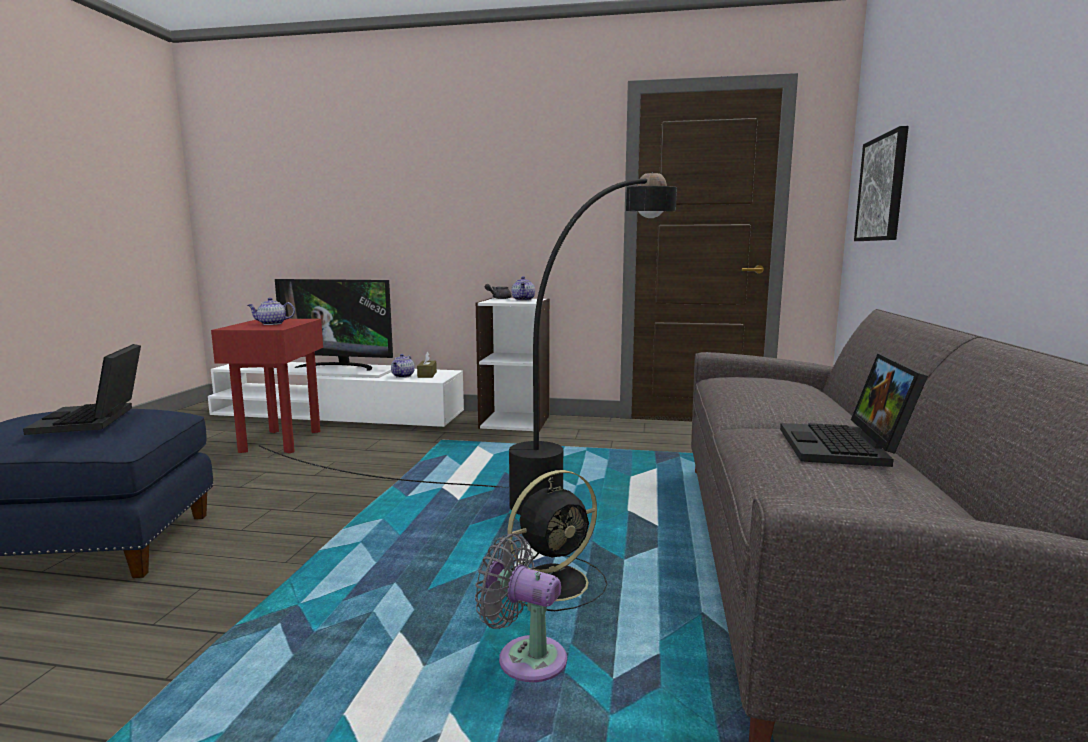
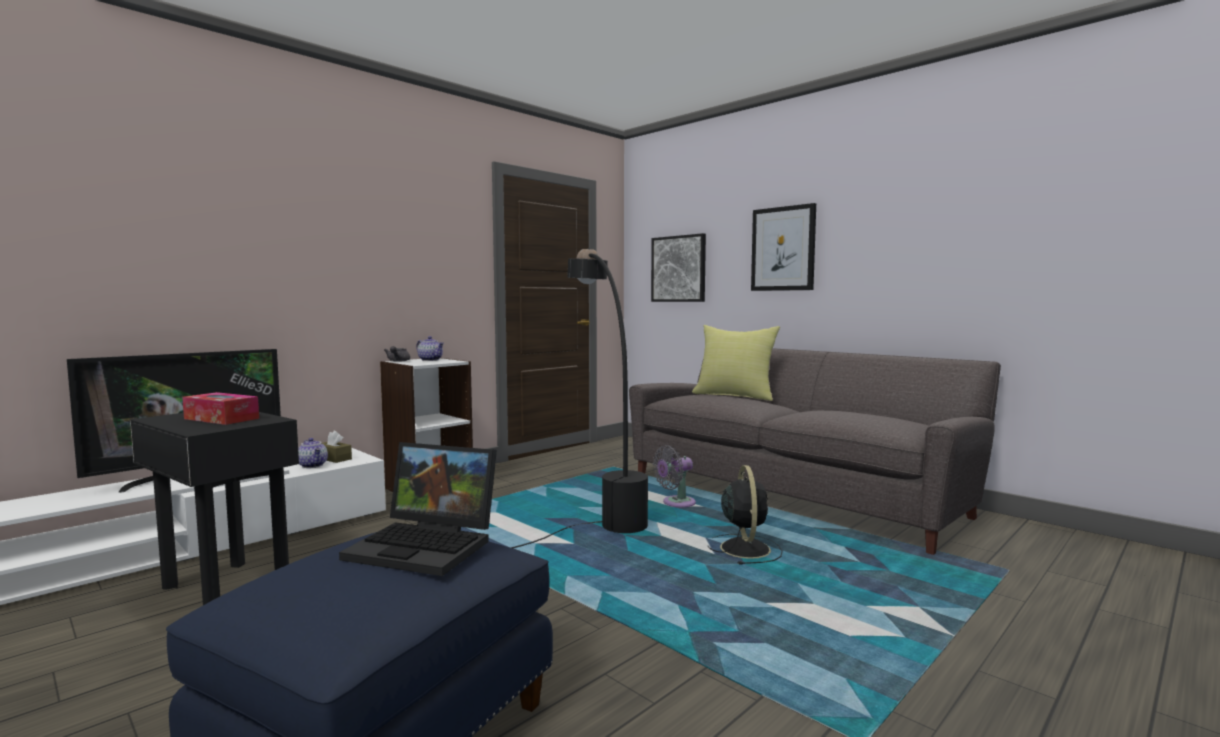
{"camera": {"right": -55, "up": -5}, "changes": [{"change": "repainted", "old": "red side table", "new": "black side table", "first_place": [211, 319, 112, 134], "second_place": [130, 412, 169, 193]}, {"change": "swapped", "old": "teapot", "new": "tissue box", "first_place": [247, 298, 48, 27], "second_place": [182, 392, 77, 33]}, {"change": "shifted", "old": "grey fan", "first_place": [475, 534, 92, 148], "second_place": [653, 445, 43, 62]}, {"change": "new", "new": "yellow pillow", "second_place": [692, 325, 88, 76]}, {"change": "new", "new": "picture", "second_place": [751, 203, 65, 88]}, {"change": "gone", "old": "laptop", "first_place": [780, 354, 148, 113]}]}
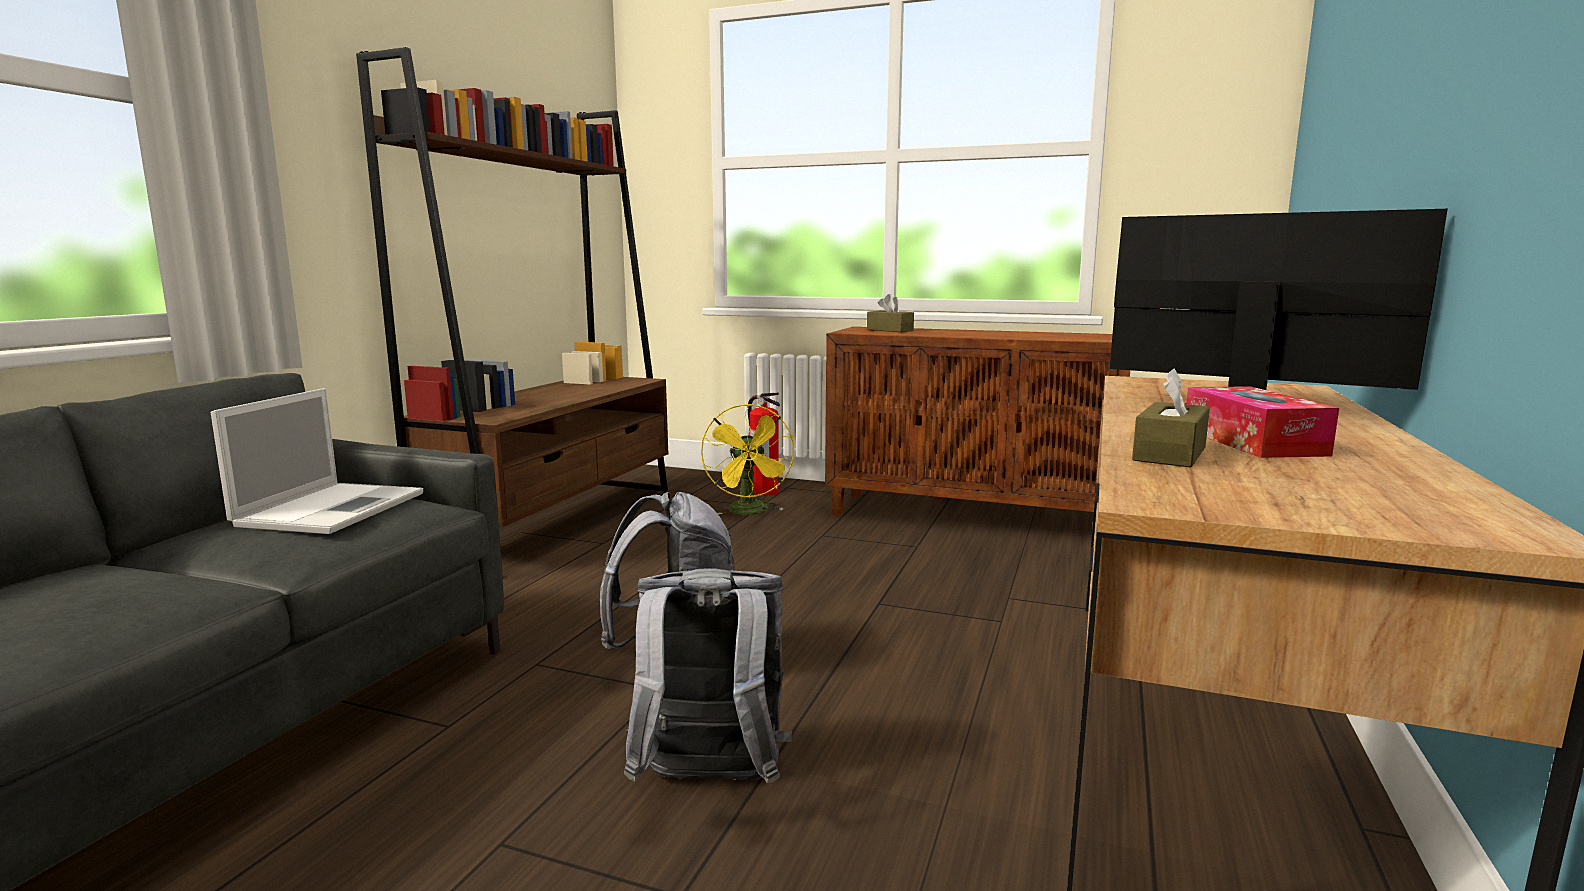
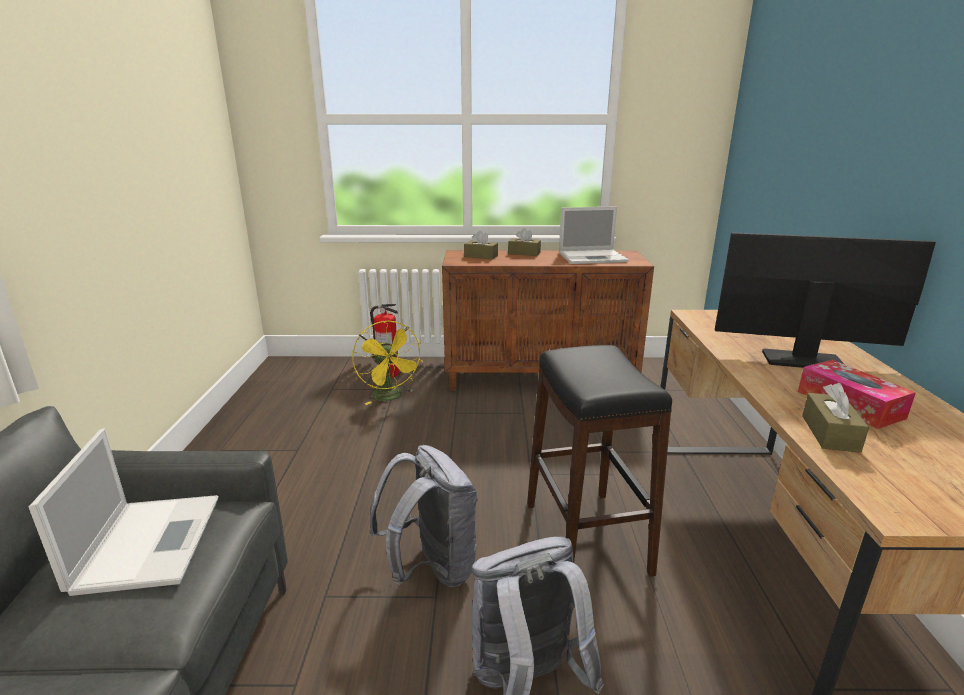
{"camera": {"right": -20, "up": 10}, "changes": [{"change": "new", "new": "brown tissue box", "second_place": [508, 228, 33, 28]}, {"change": "new", "new": "black stool", "second_place": [527, 345, 145, 232]}, {"change": "new", "new": "laptop", "second_place": [559, 206, 70, 58]}, {"change": "gone", "old": "brown bookcase", "first_place": [356, 47, 312, 480]}]}
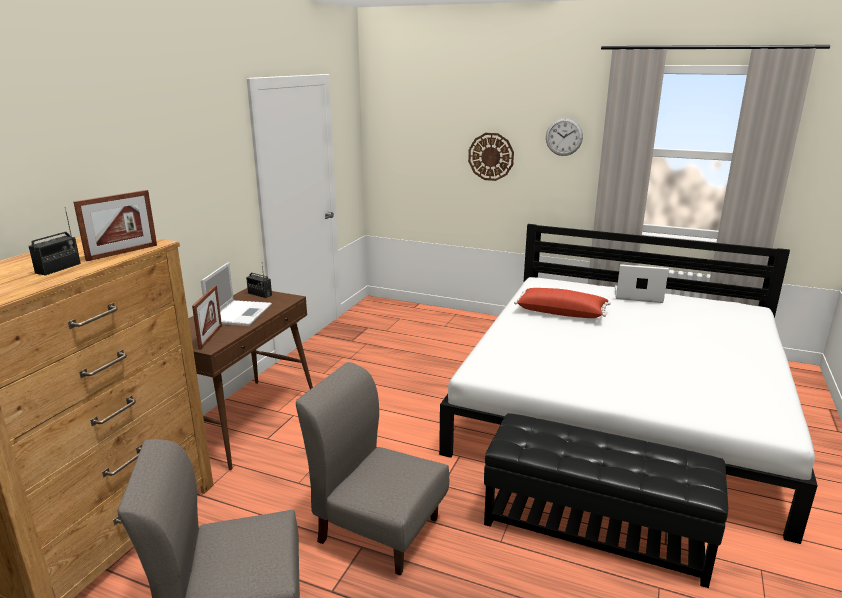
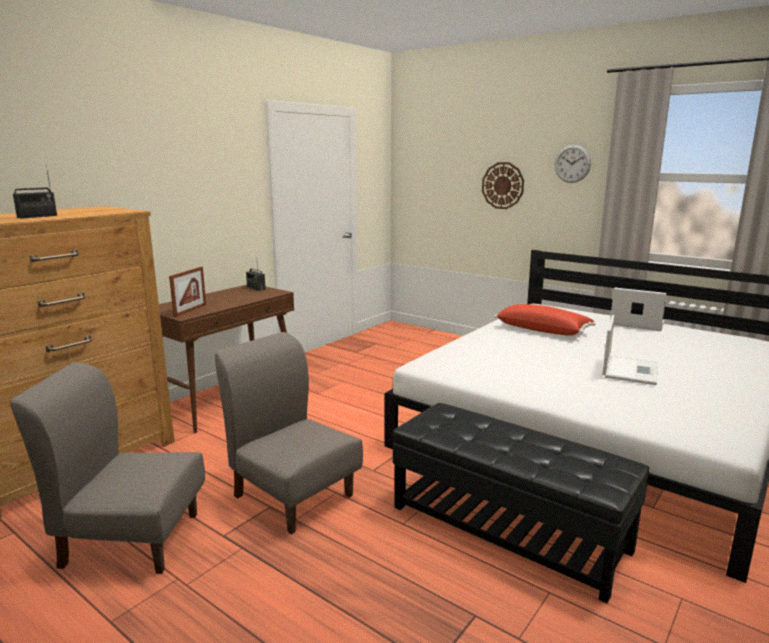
{"camera": {"right": 15, "up": -5}, "changes": [{"change": "shifted", "old": "laptop", "first_place": [201, 262, 71, 64], "second_place": [602, 315, 55, 70]}, {"change": "gone", "old": "picture frame", "first_place": [74, 190, 83, 71]}]}
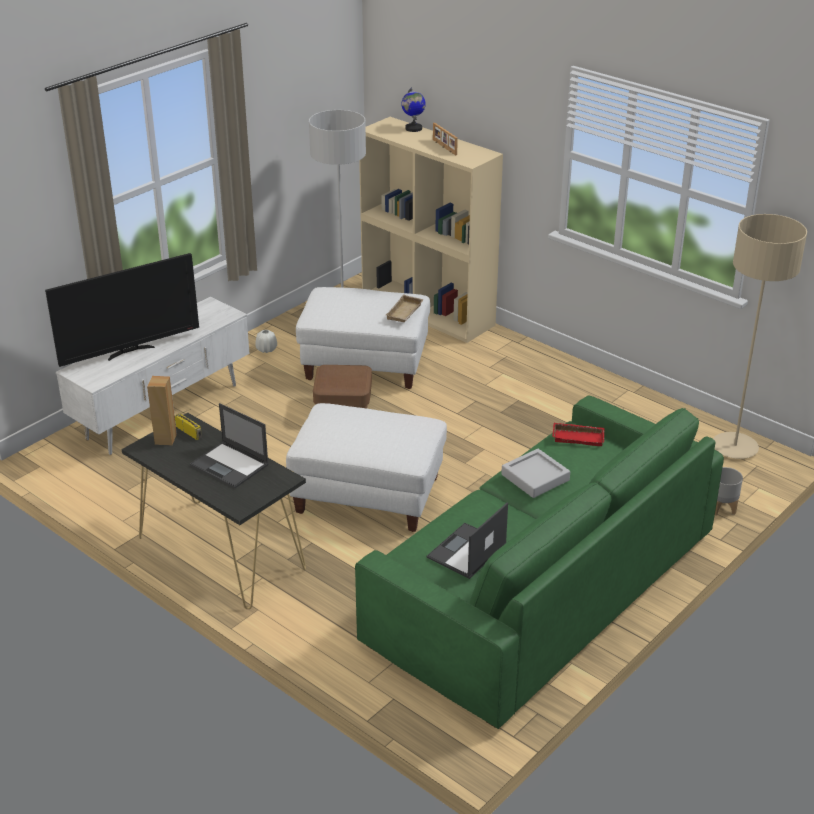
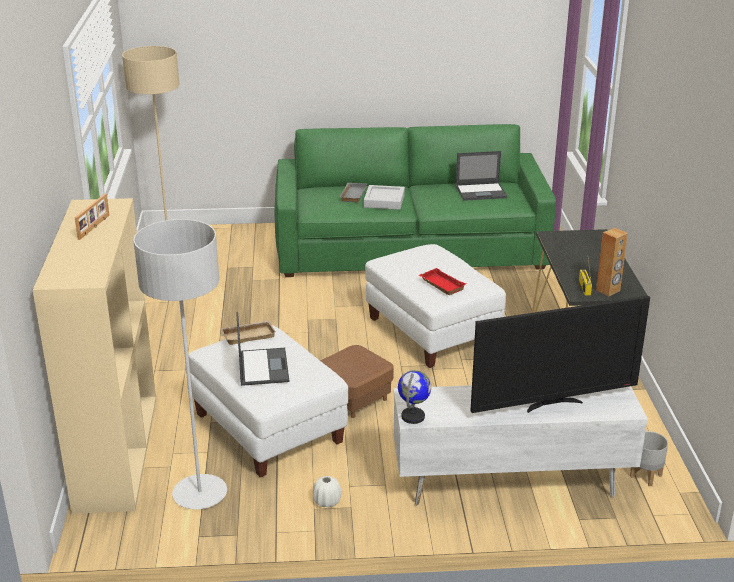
{"camera": {"right": -135, "up": -5}, "changes": [{"change": "shifted", "old": "laptop", "first_place": [190, 403, 79, 86], "second_place": [236, 312, 53, 74]}, {"change": "new", "new": "grey tray", "second_place": [340, 183, 27, 19]}, {"change": "shifted", "old": "globe", "first_place": [401, 87, 25, 45], "second_place": [398, 370, 33, 54]}, {"change": "shifted", "old": "red tray", "first_place": [552, 423, 53, 23], "second_place": [419, 268, 47, 27]}, {"change": "rotated", "old": "television", "first_place": [45, 253, 154, 114], "second_place": [470, 296, 180, 117], "degrees": 150}, {"change": "shifted", "old": "grey planter", "first_place": [715, 467, 28, 49], "second_place": [630, 431, 38, 55]}]}
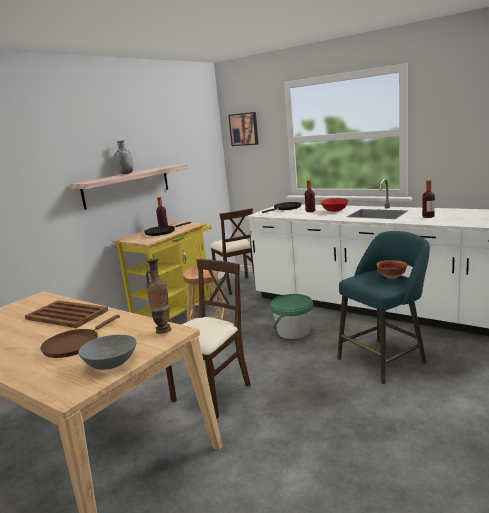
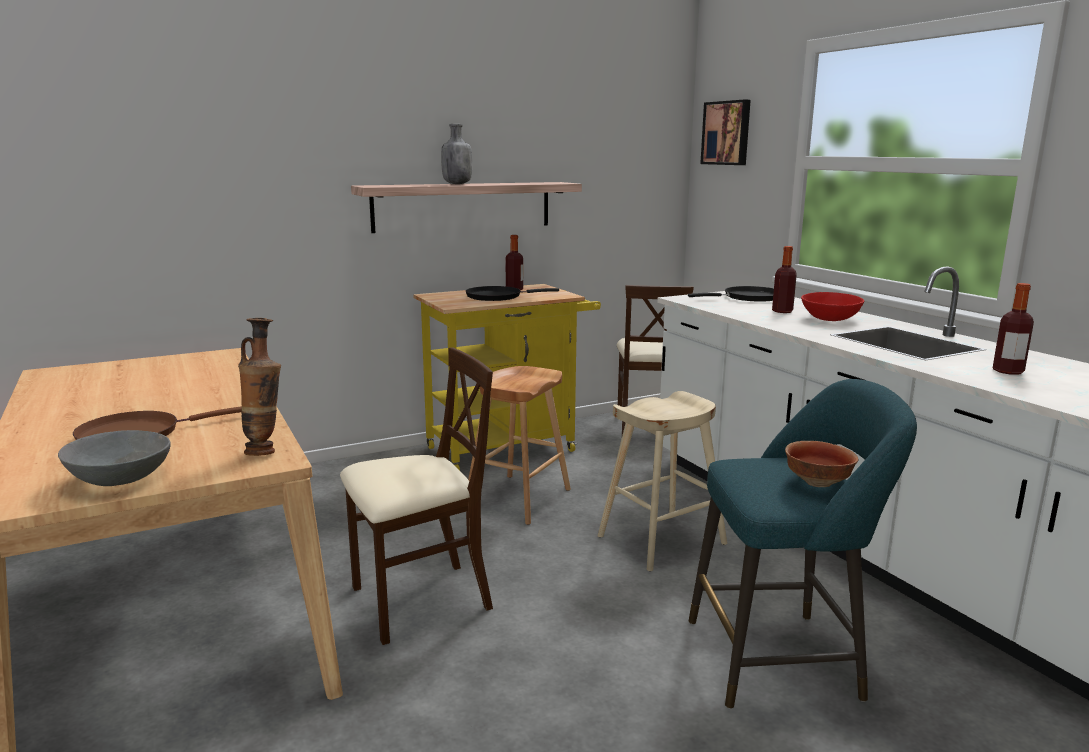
{"camera": {"right": 25, "up": 0}, "changes": [{"change": "swapped", "old": "green bucket", "new": "beige stool", "first_place": [270, 294, 43, 45], "second_place": [598, 391, 129, 181]}, {"change": "gone", "old": "brown tray", "first_place": [25, 300, 83, 28]}]}
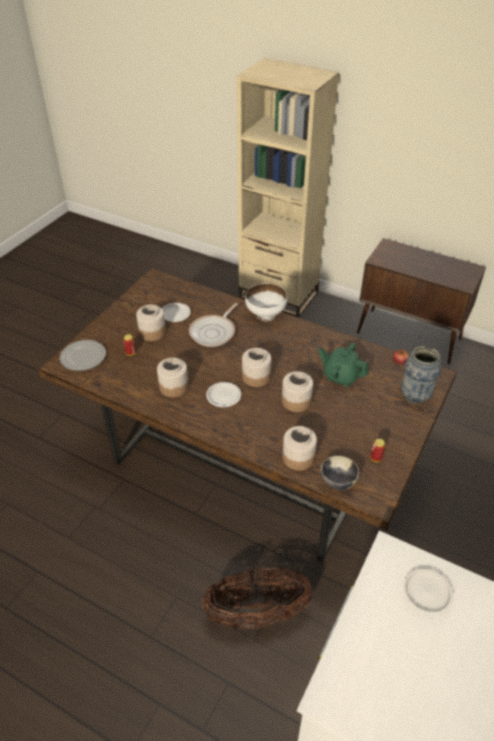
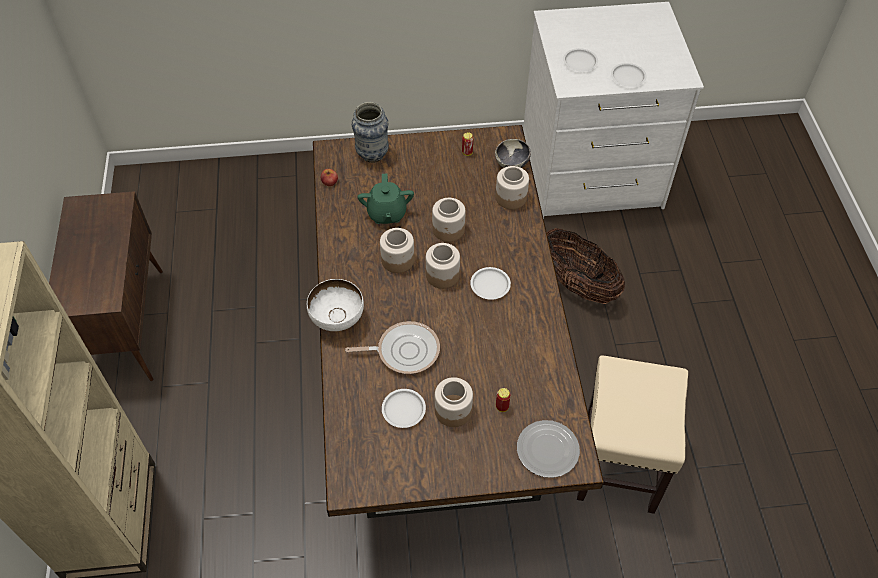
{"camera": {"right": -125, "up": 10}, "changes": [{"change": "shifted", "old": "jar", "first_place": [157, 358, 32, 40], "second_place": [380, 228, 34, 45]}, {"change": "new", "new": "beige stool", "second_place": [577, 355, 111, 159]}, {"change": "new", "new": "white plate", "second_place": [611, 63, 36, 24]}]}
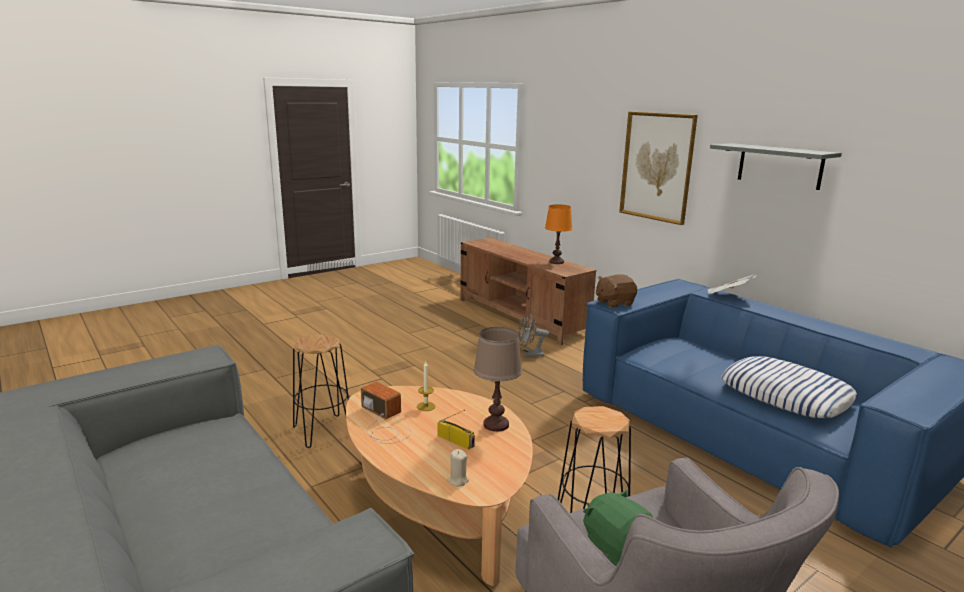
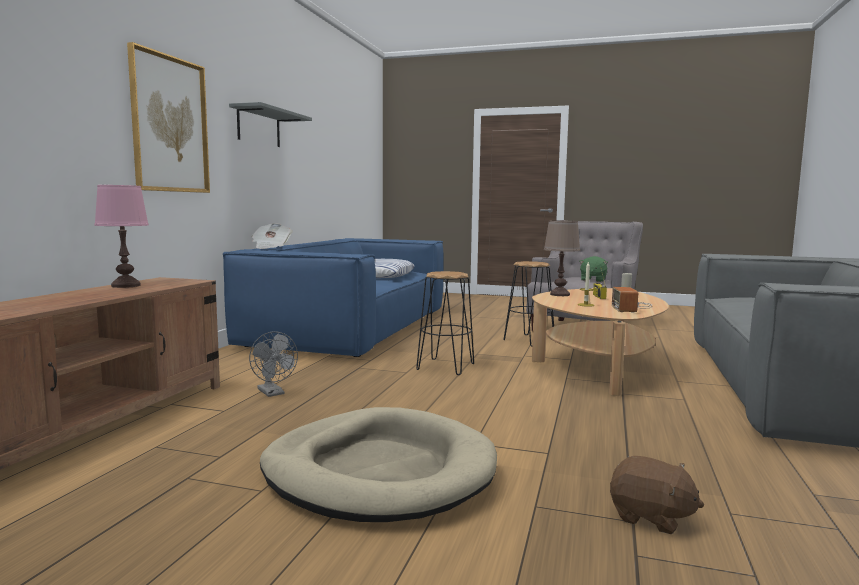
{"camera": {"right": -125, "up": -10}, "changes": [{"change": "repainted", "old": "orange table lamp", "new": "pink table lamp", "first_place": [545, 204, 27, 60], "second_place": [94, 185, 55, 103]}, {"change": "new", "new": "beige dog bed", "second_place": [260, 407, 237, 115]}, {"change": "shifted", "old": "black stool", "first_place": [293, 334, 56, 114], "second_place": [416, 271, 58, 104]}, {"change": "shifted", "old": "brown plush toy", "first_place": [596, 274, 41, 34], "second_place": [610, 456, 94, 78]}]}
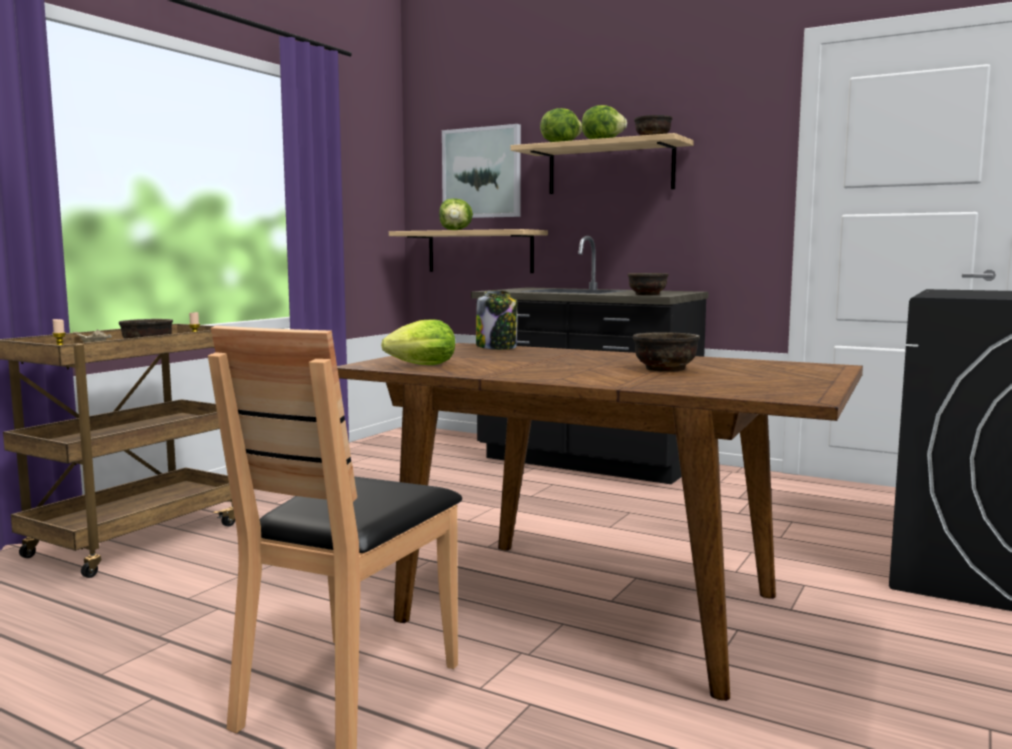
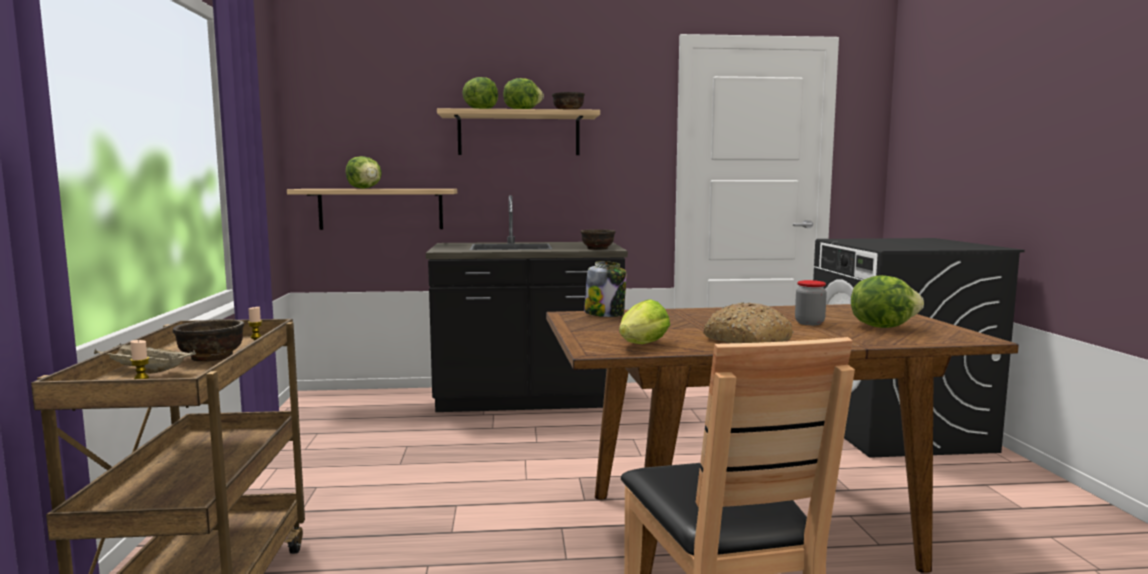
{"camera": {"right": -35, "up": 0}, "changes": [{"change": "new", "new": "bread", "second_place": [703, 303, 91, 40]}, {"change": "swapped", "old": "brown bowl", "new": "jar", "first_place": [633, 332, 67, 40], "second_place": [795, 280, 32, 45]}, {"change": "new", "new": "lettuce", "second_place": [851, 275, 73, 53]}, {"change": "gone", "old": "picture", "first_place": [442, 124, 79, 94]}]}
